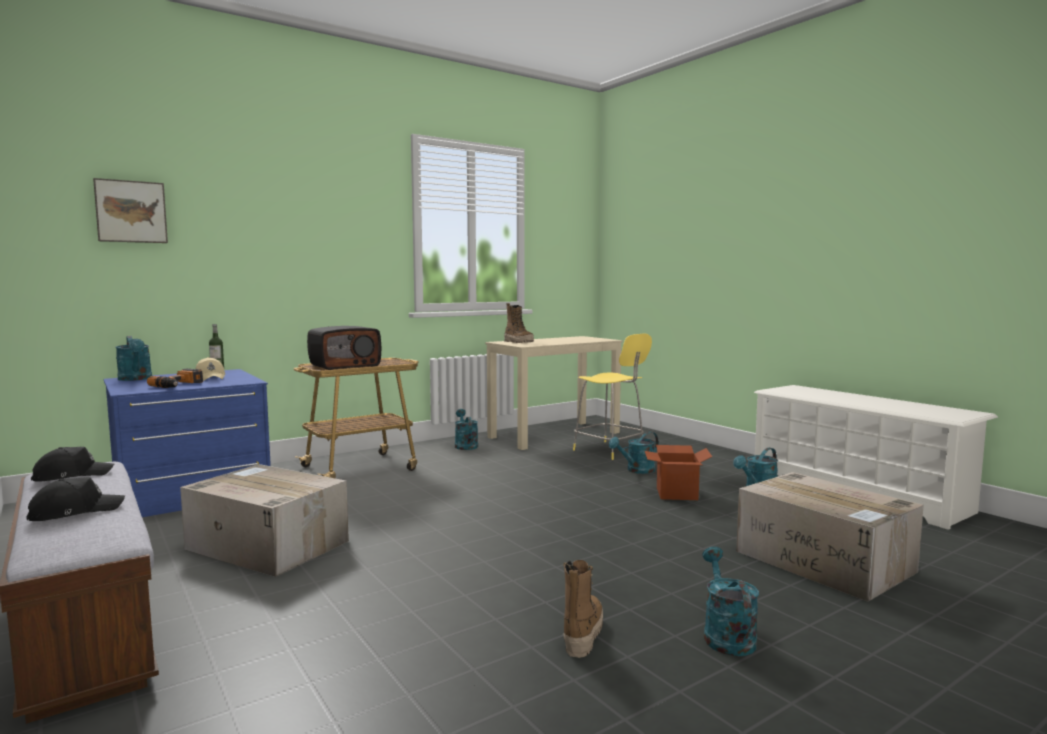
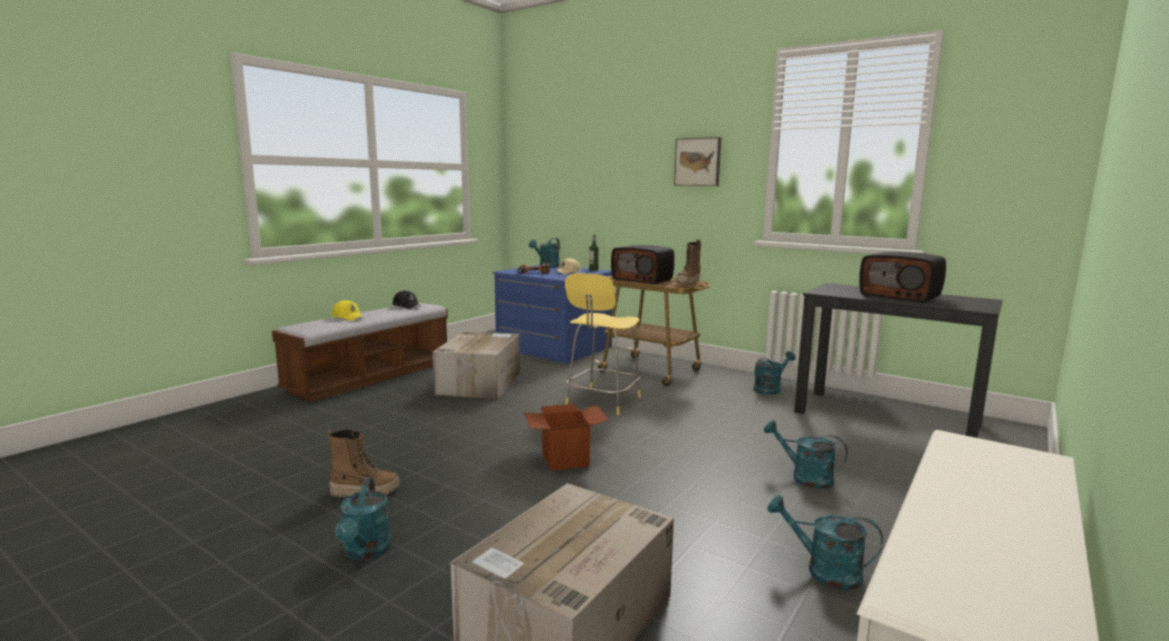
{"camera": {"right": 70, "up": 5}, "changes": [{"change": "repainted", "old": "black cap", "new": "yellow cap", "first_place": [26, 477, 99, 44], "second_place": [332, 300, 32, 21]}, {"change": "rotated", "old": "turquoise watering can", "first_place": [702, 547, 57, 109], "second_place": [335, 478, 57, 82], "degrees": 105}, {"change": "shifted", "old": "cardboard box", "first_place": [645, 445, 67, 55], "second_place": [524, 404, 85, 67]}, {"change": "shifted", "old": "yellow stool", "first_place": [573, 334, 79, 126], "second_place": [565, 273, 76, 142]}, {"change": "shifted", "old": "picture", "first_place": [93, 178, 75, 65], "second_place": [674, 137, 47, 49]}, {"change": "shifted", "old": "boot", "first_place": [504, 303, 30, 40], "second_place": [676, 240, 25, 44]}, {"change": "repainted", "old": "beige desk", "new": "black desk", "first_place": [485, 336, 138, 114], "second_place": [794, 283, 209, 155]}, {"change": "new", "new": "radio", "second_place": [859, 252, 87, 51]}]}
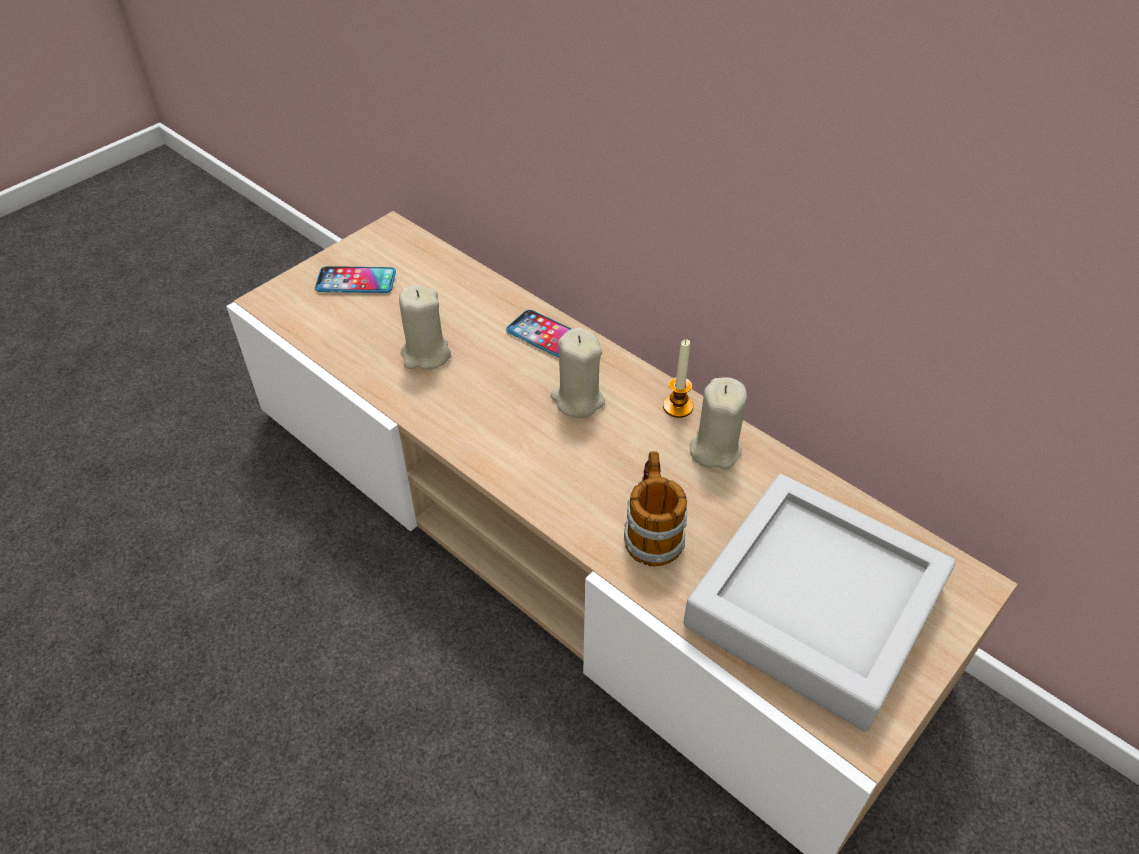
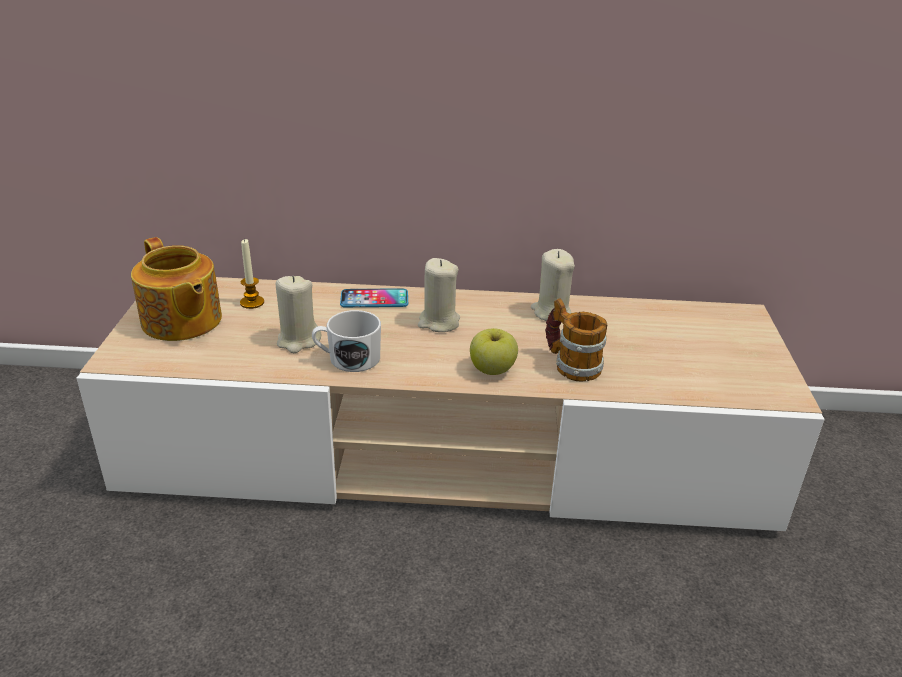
{"camera": {"right": -40, "up": -15}, "changes": [{"change": "swapped", "old": "phone", "new": "teapot", "first_place": [315, 266, 81, 27], "second_place": [131, 237, 91, 104]}, {"change": "shifted", "old": "candle", "first_place": [663, 339, 30, 79], "second_place": [240, 238, 24, 71]}, {"change": "new", "new": "white mug", "second_place": [312, 310, 69, 62]}, {"change": "new", "new": "apple", "second_place": [470, 328, 48, 47]}, {"change": "gone", "old": "grey tray", "first_place": [683, 474, 273, 257]}]}
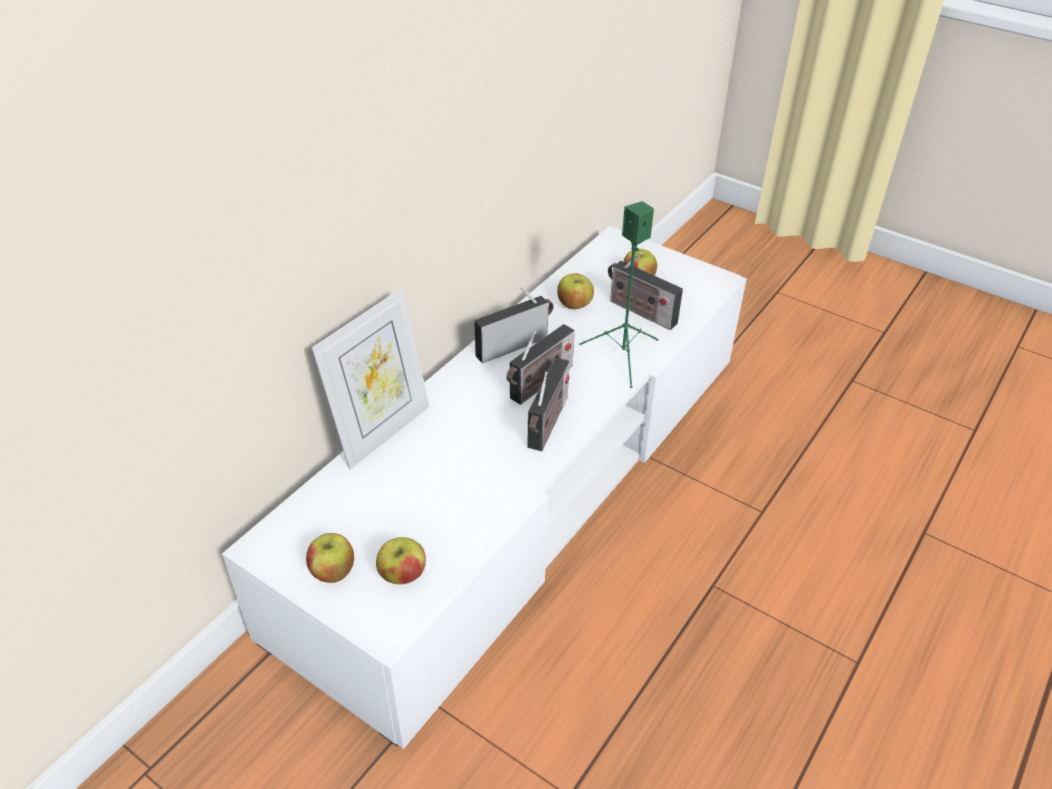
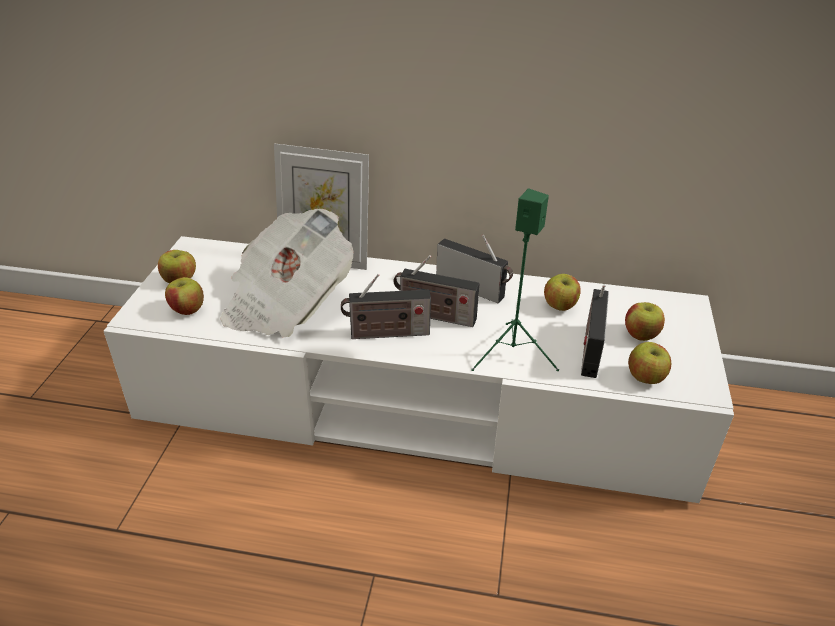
{"camera": {"right": 65, "up": -5}, "changes": [{"change": "new", "new": "newspaper", "second_place": [220, 209, 134, 129]}, {"change": "new", "new": "apple", "second_place": [628, 342, 43, 42]}]}
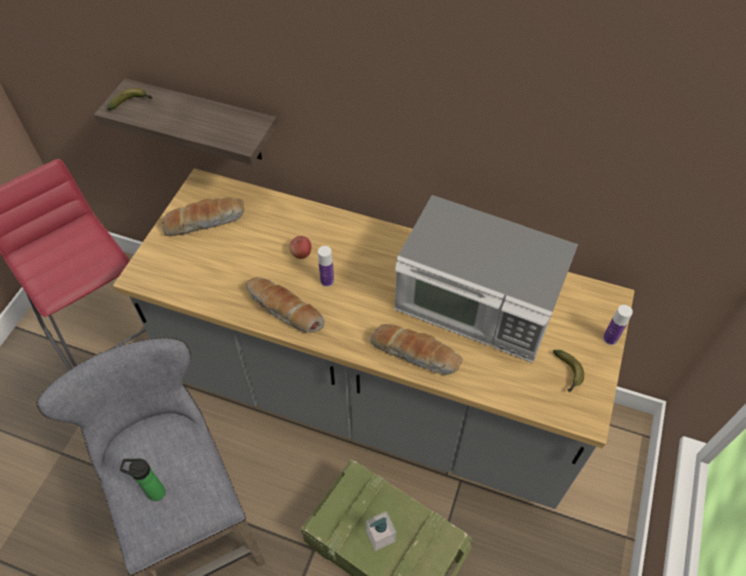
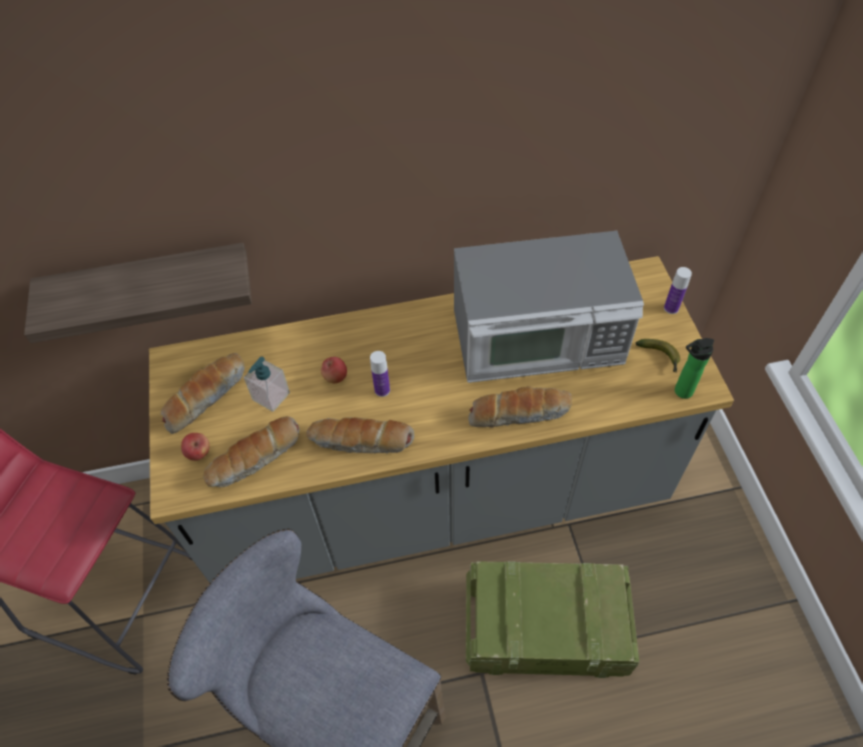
{"camera": {"right": -30, "up": 0}, "changes": [{"change": "new", "new": "apple", "second_place": [181, 433, 29, 28]}, {"change": "new", "new": "bread", "second_place": [203, 416, 97, 71]}, {"change": "shifted", "old": "soap dispenser", "first_place": [366, 511, 30, 40], "second_place": [244, 357, 46, 55]}, {"change": "shifted", "old": "bottle", "first_place": [120, 459, 45, 42], "second_place": [675, 338, 39, 61]}, {"change": "gone", "old": "banana", "first_place": [108, 88, 44, 22]}]}
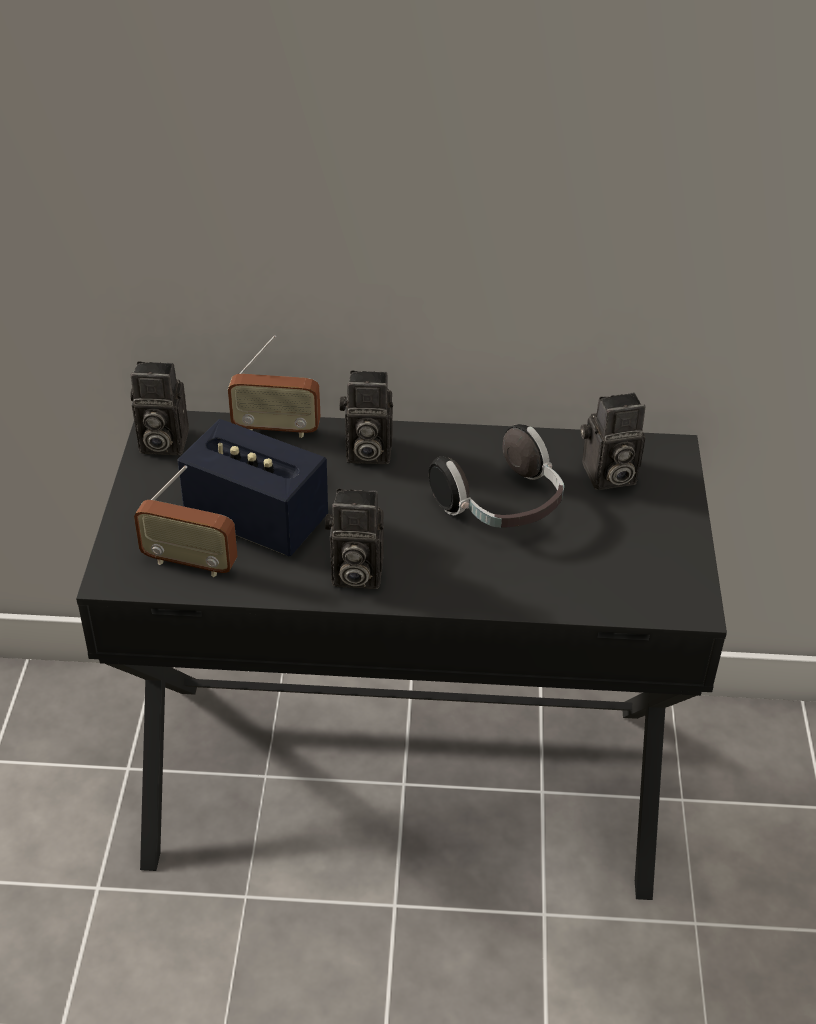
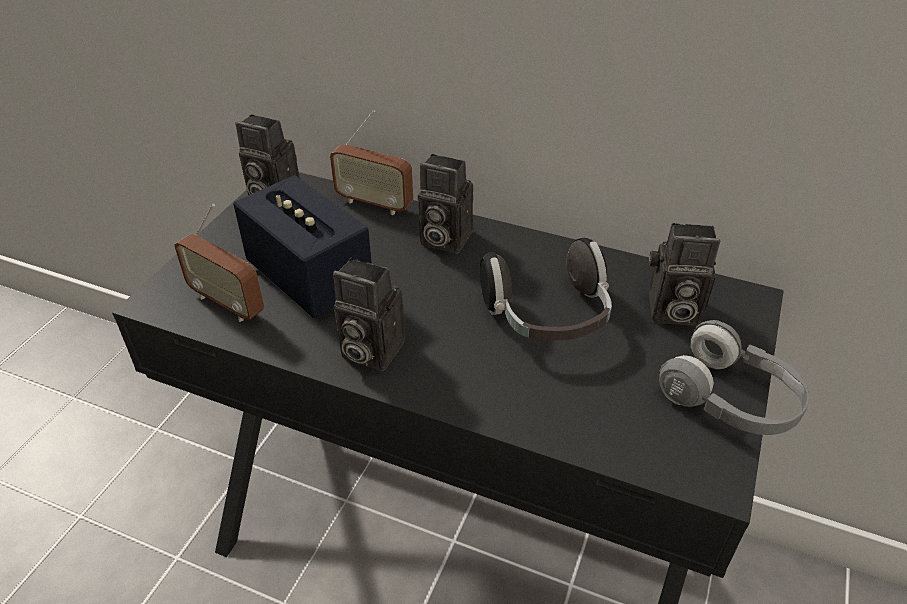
{"camera": {"right": 20, "up": 0}, "changes": [{"change": "new", "new": "grey headphones", "second_place": [659, 320, 150, 115]}]}
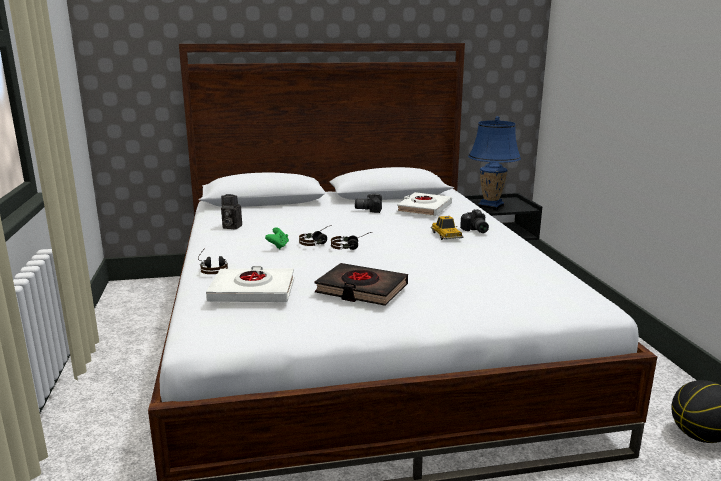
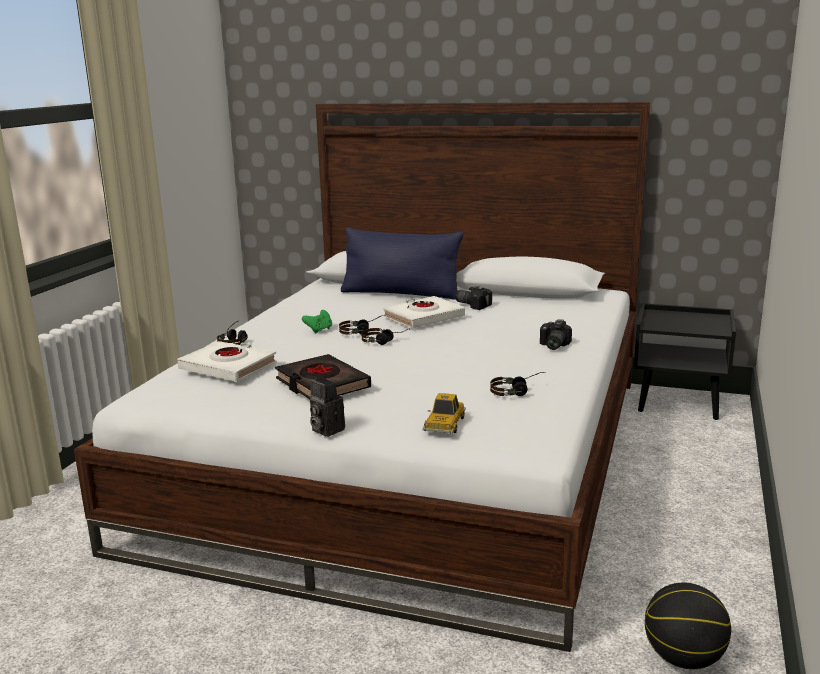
{"camera": {"right": 30, "up": 0}, "changes": [{"change": "shifted", "old": "photo camera", "first_place": [221, 194, 21, 36], "second_place": [310, 378, 35, 59]}, {"change": "new", "new": "blue pillow", "second_place": [341, 227, 122, 73]}, {"change": "shifted", "old": "white book", "first_place": [397, 192, 55, 24], "second_place": [383, 296, 82, 32]}, {"change": "shifted", "old": "toy car", "first_place": [431, 216, 32, 24], "second_place": [422, 393, 44, 41]}, {"change": "new", "new": "headphones", "second_place": [490, 372, 56, 24]}, {"change": "gone", "old": "blue table lamp", "first_place": [468, 116, 53, 95]}]}
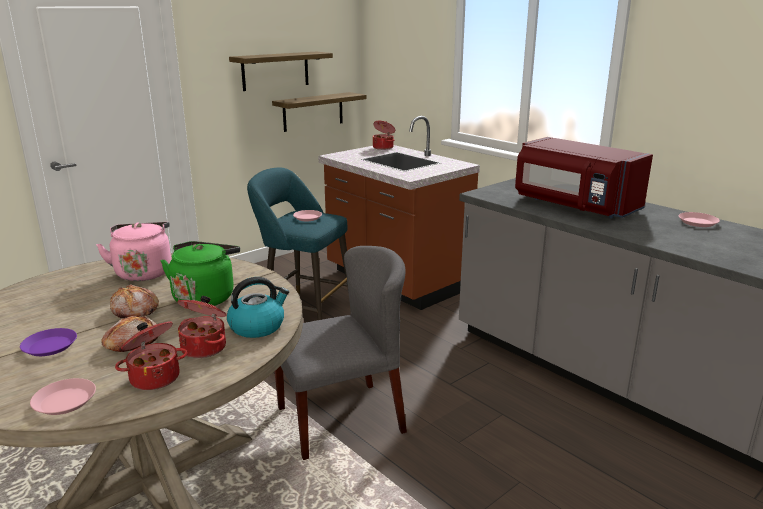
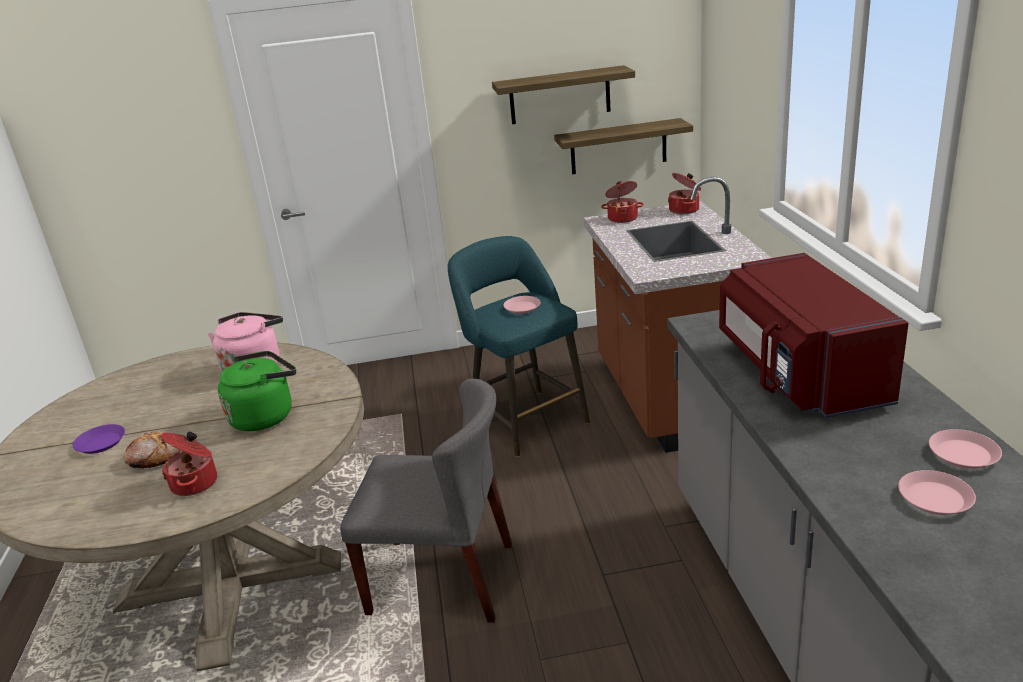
{"camera": {"right": 35, "up": 5}, "changes": [{"change": "shifted", "old": "cooking pot", "first_place": [115, 321, 73, 69], "second_place": [601, 181, 43, 42]}, {"change": "shifted", "old": "pink plate", "first_place": [30, 378, 66, 37], "second_place": [898, 470, 78, 45]}, {"change": "gone", "old": "bread", "first_place": [110, 284, 49, 34]}, {"change": "gone", "old": "kettle", "first_place": [227, 277, 62, 61]}]}
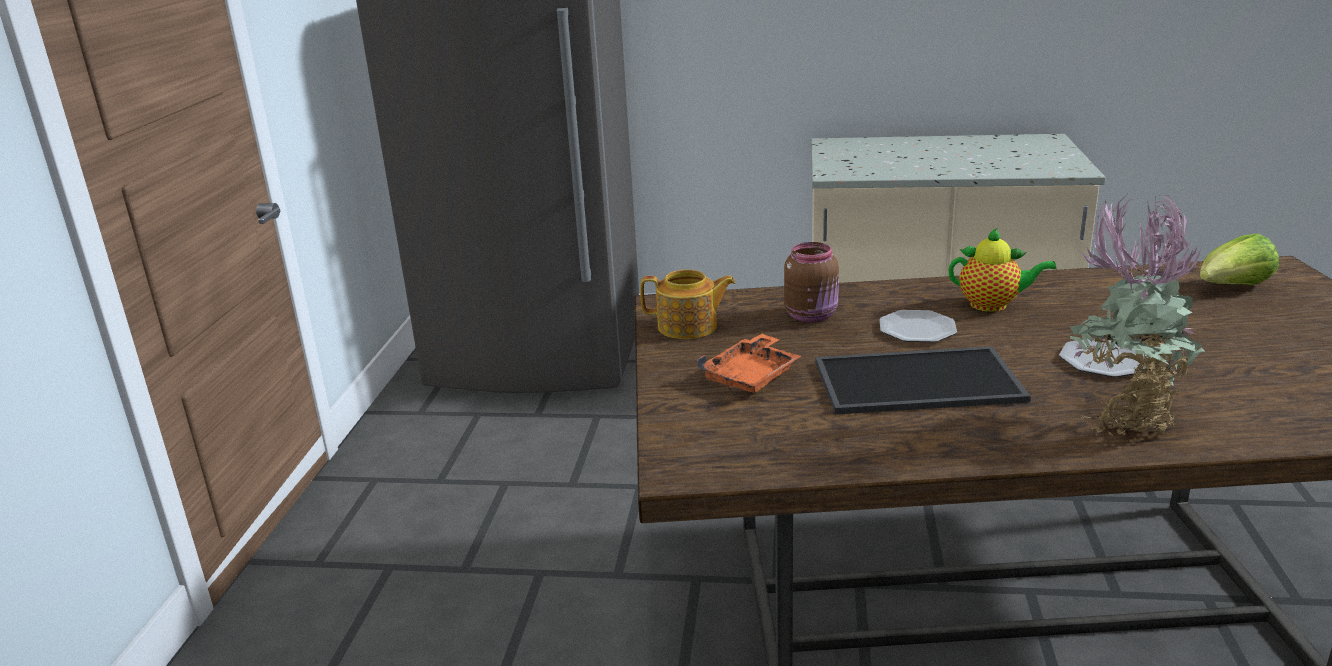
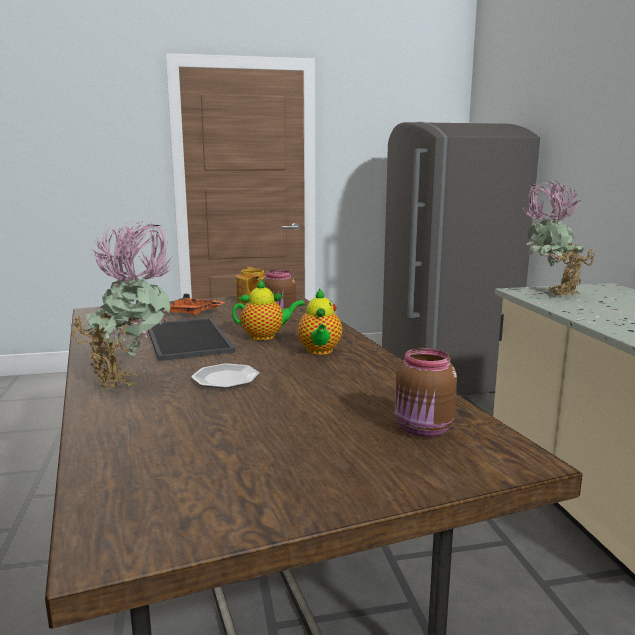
{"camera": {"right": 70, "up": -10}, "changes": [{"change": "swapped", "old": "plate", "new": "teapot", "first_place": [880, 310, 77, 32], "second_place": [232, 279, 73, 61]}, {"change": "swapped", "old": "lettuce", "new": "brown jar", "first_place": [1199, 234, 80, 51], "second_place": [395, 348, 62, 89]}, {"change": "new", "new": "potted plant", "second_place": [522, 179, 73, 118]}]}
